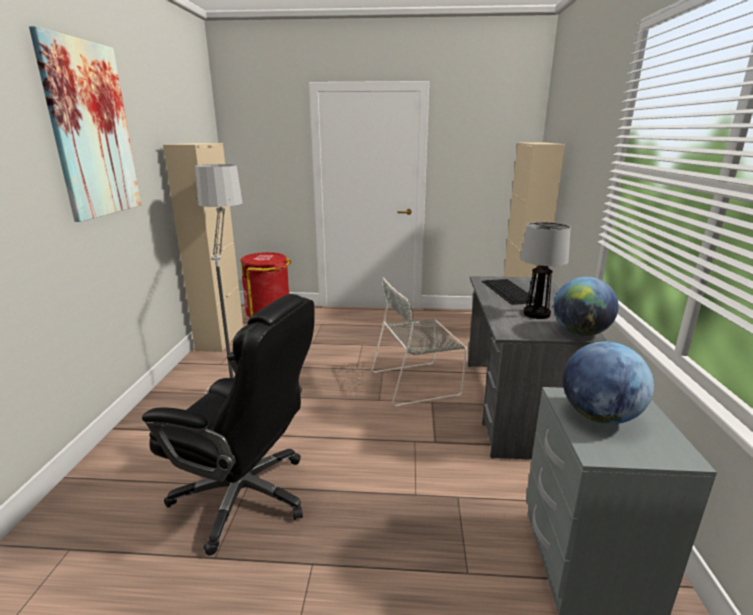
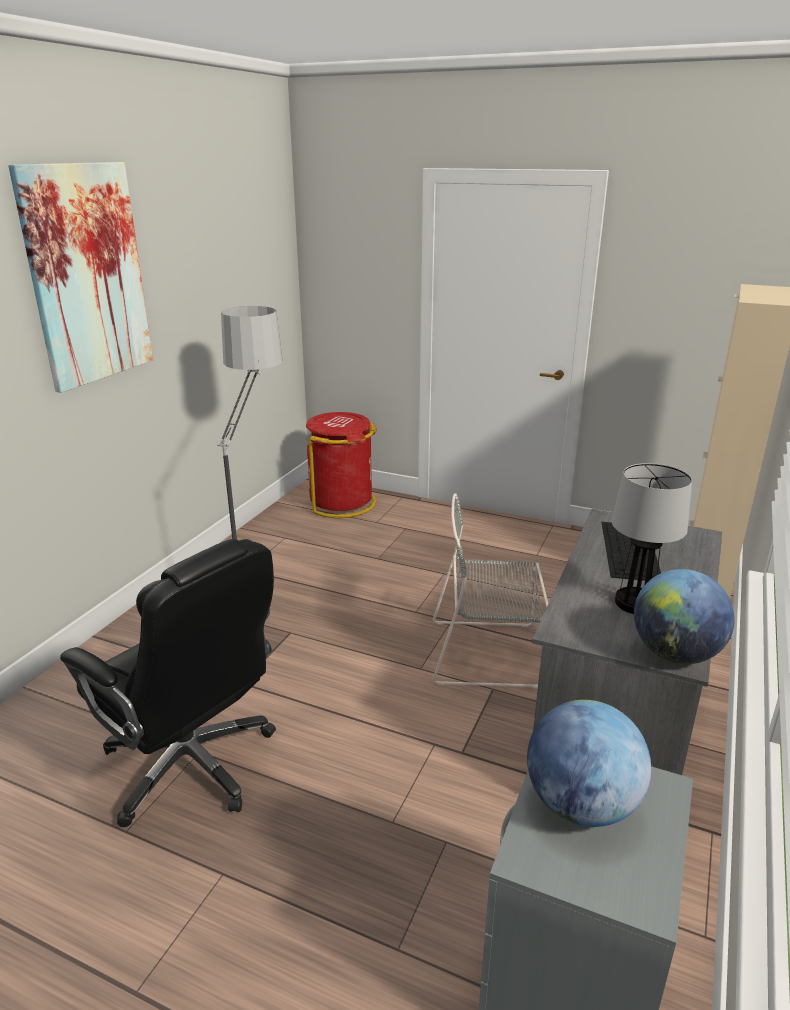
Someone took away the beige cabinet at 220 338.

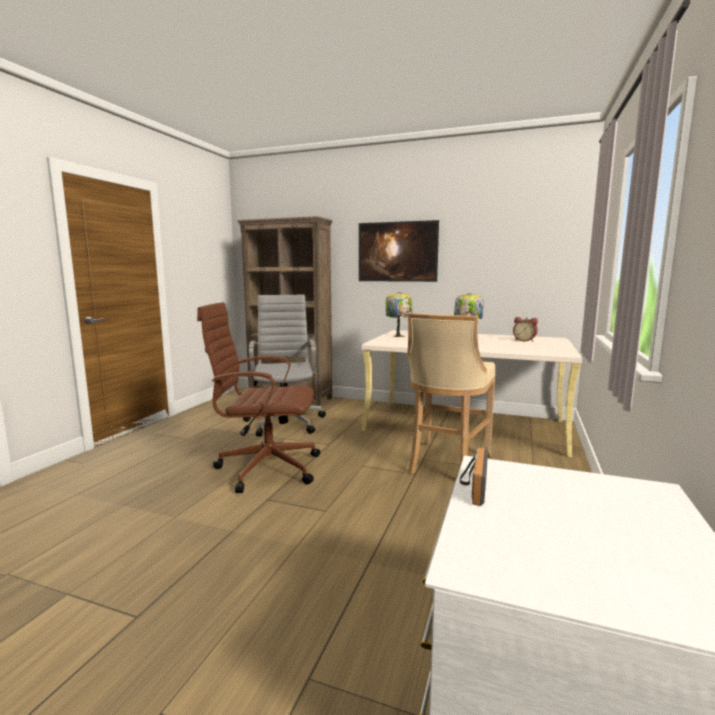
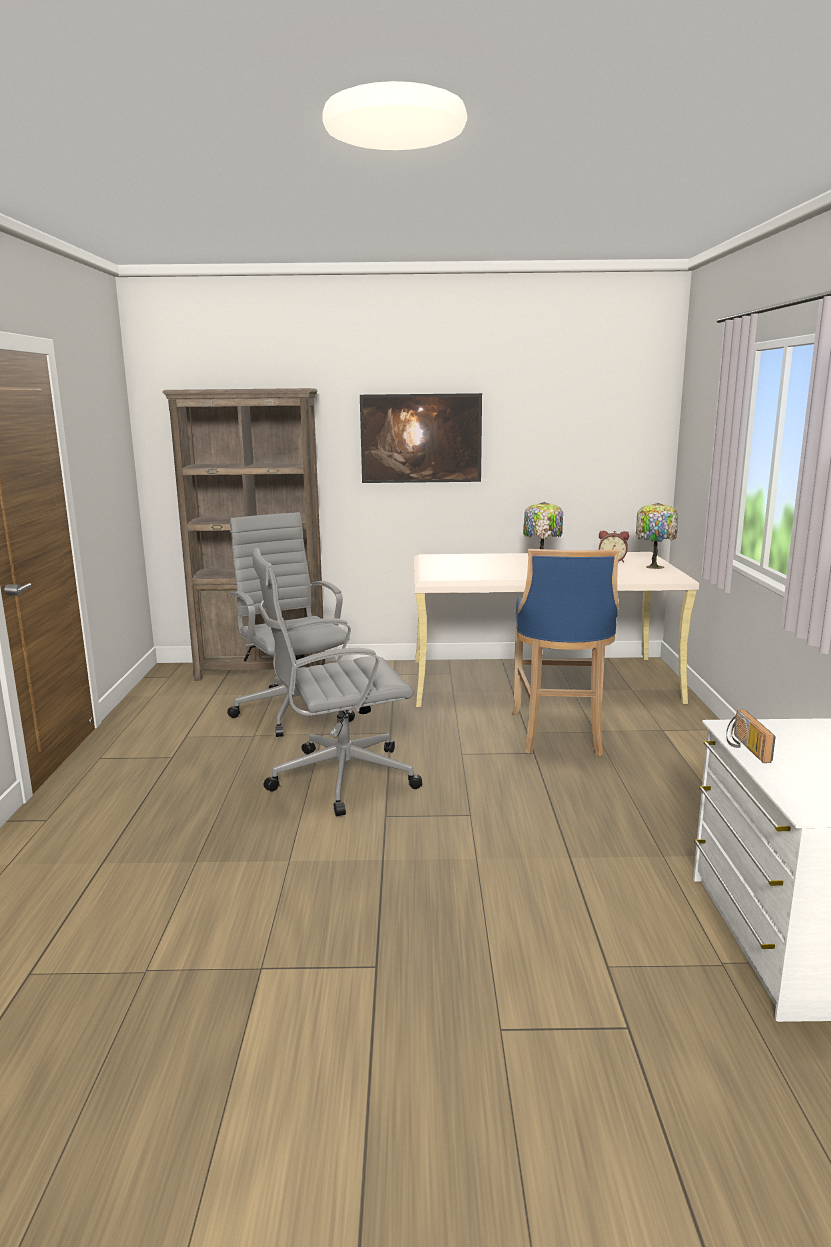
Someone repainted the brown office chair at 265 468, which became the grey office chair at 338 778.
Someone repainted the beige stool at 446 464, which became the blue stool at 560 735.
Someone carried the table lamp from 399 336 to 654 566.

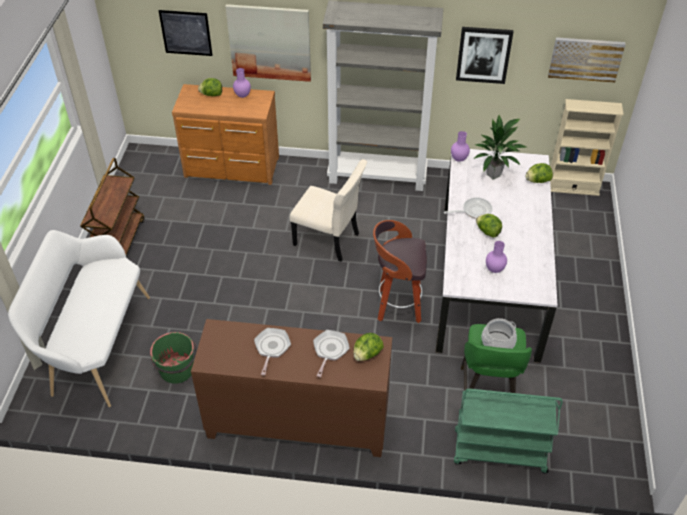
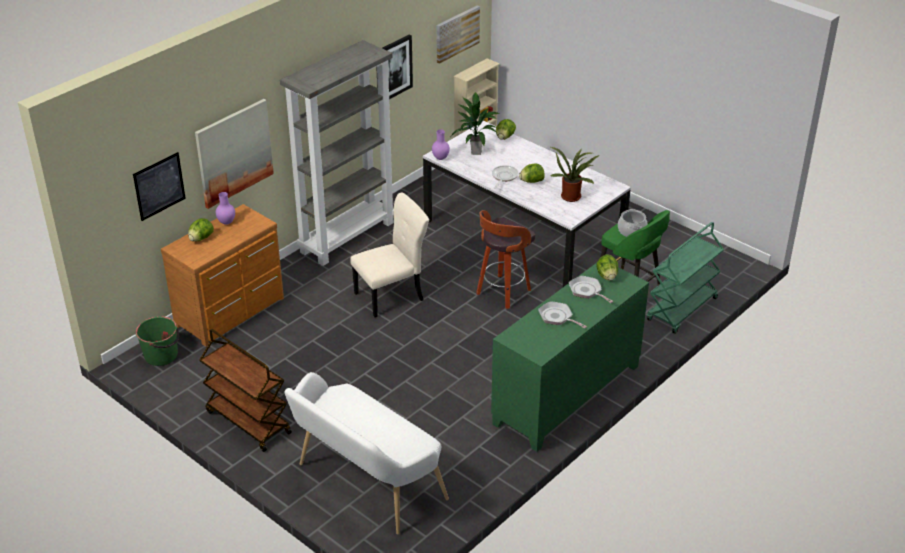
Someone carried the green bucket from 177 370 to 161 355.
Someone repainted the brown cabinet at 297 422, which became the green cabinet at 567 395.
Someone swapped the purple vase at 494 270 for the potted plant at 572 196.

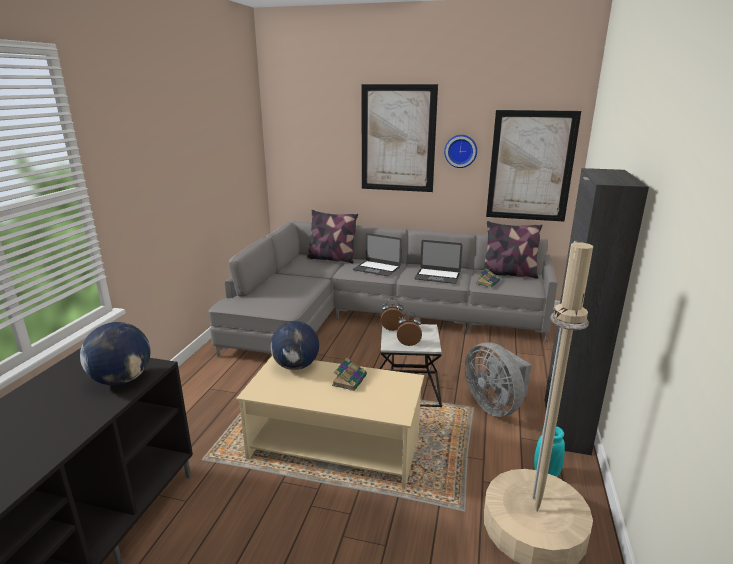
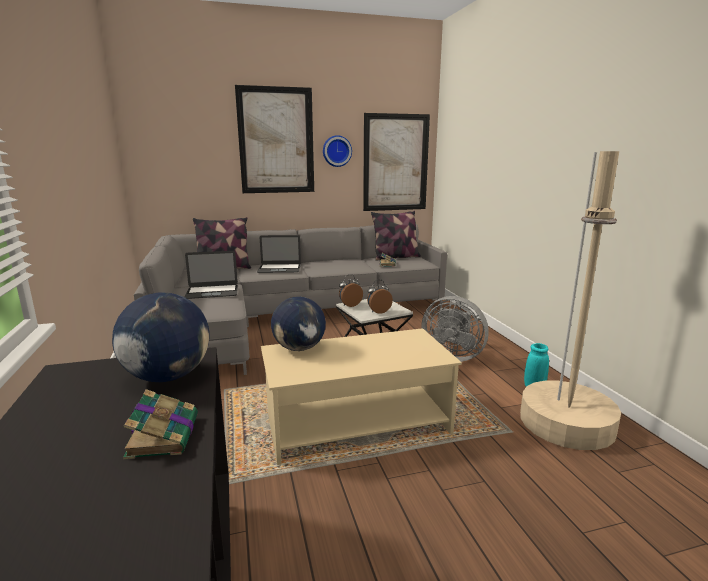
Someone carried the book from 350 380 to 164 435.
Someone carried the laptop from 437 276 to 212 292.
Someone took away the black cabinet at 566 425.

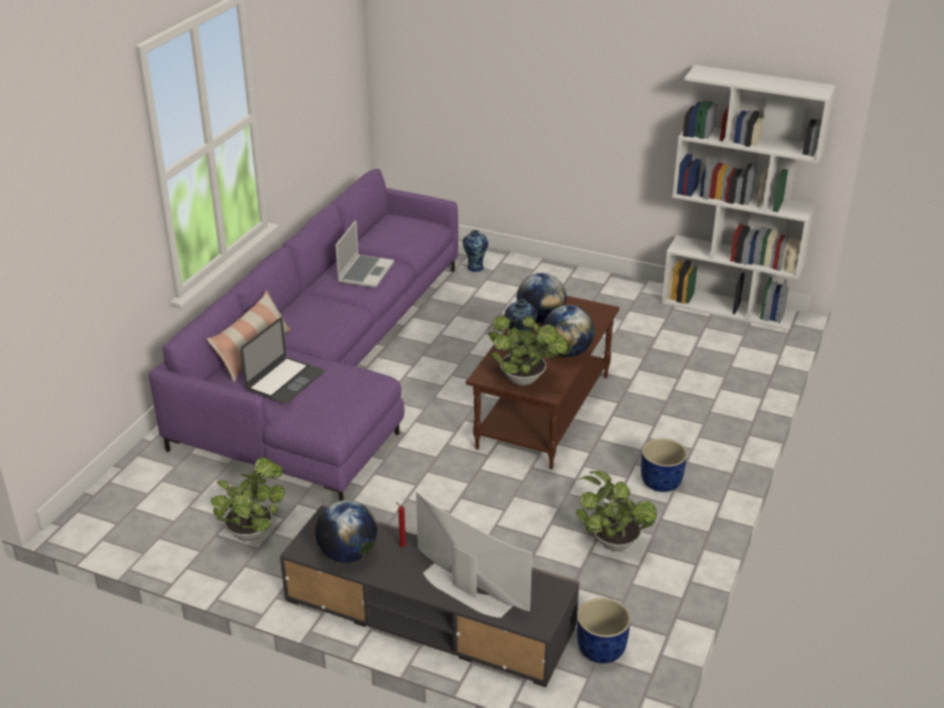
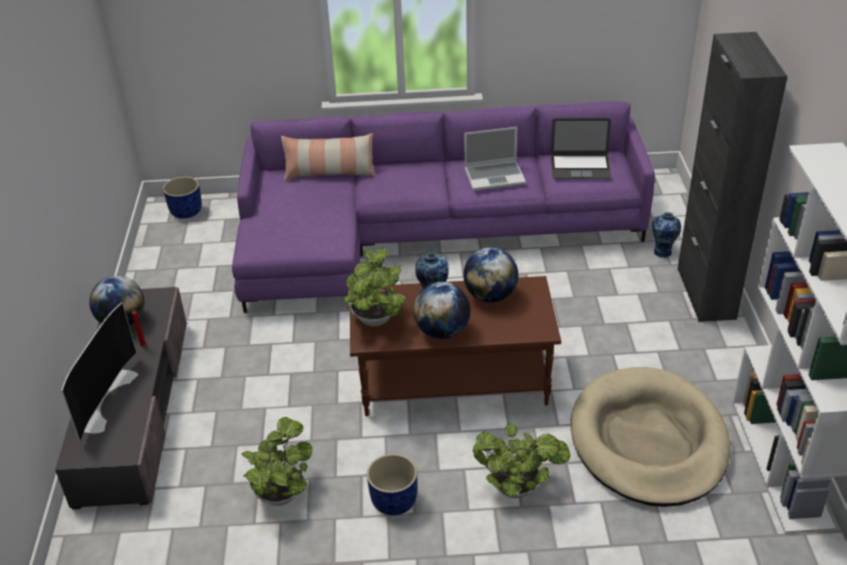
Someone carried the blue planter from 600 649 to 186 211.
Someone carried the potted plant from 252 530 to 519 488.
Someone carried the laptop from 285 380 to 580 167.
Someone put down the beige dog bed at 648 441.
Someone put down the black cabinet at 706 293.

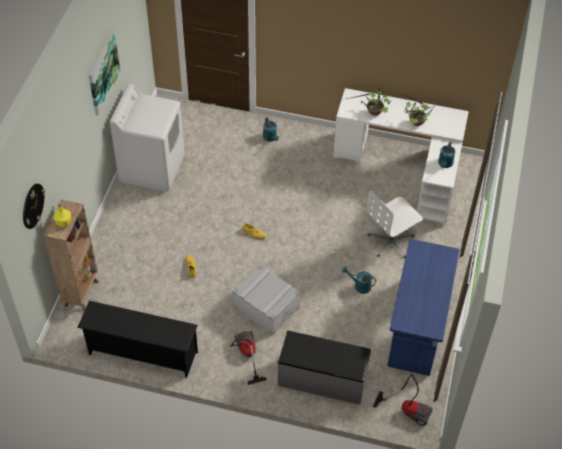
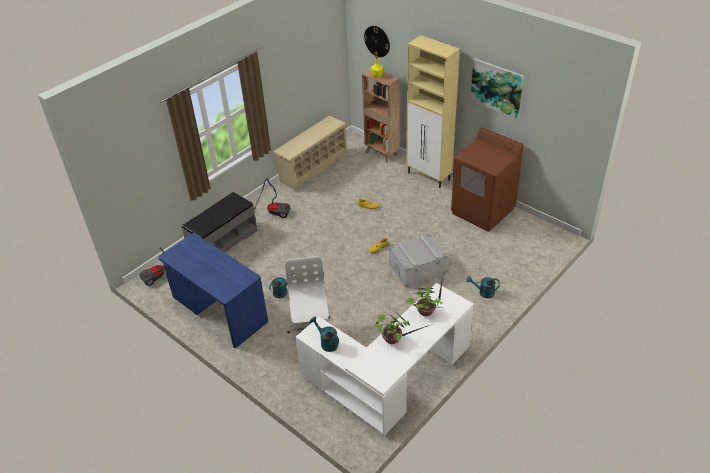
Someone repainted the black shoe rack at 141 354, which became the beige shoe rack at 313 168.
Someone carried the grey storage box from 266 307 to 417 268.
Someone put down the beige cabinet at 429 176.
Someone repainted the white washing machine at 152 168, which became the brown washing machine at 483 211.

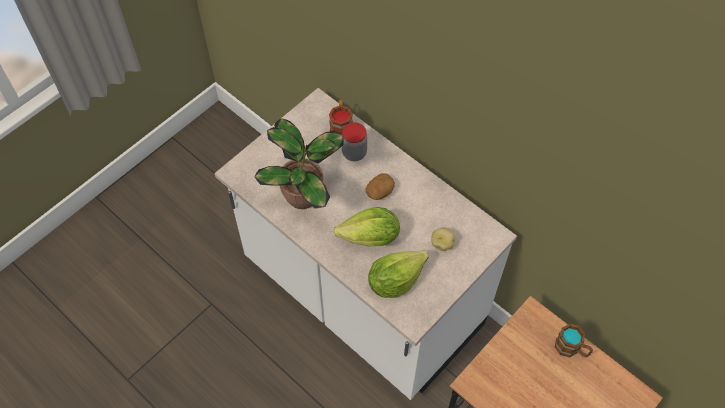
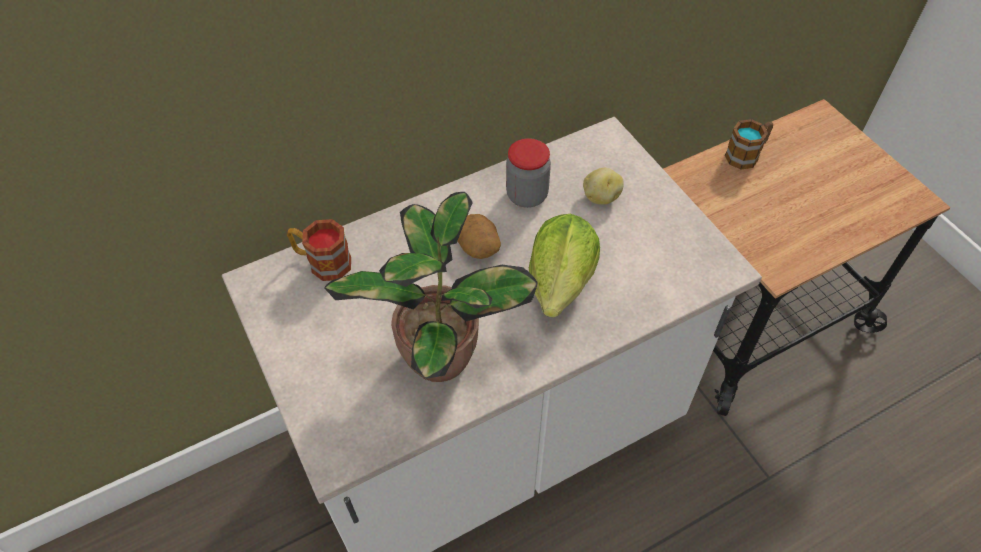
Someone carried the jar from 354 153 to 527 195.
Someone took away the lettuce at 394 281.

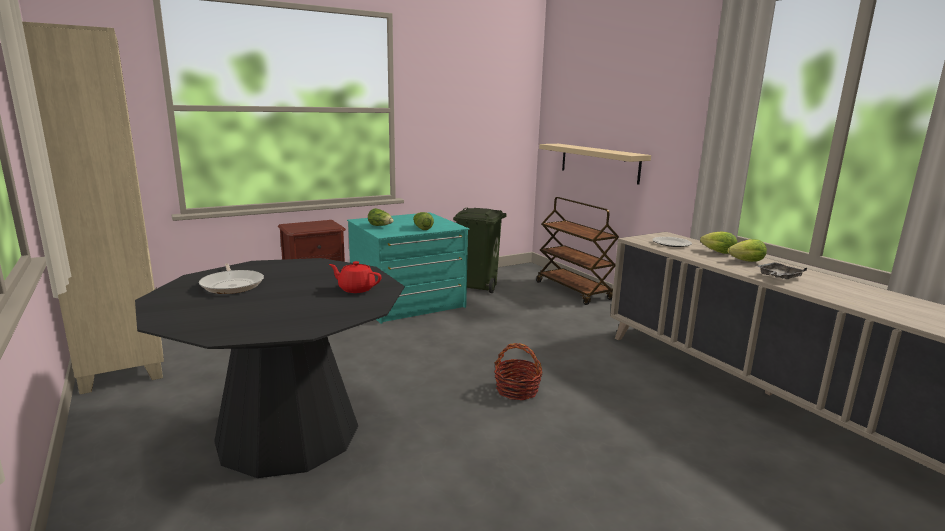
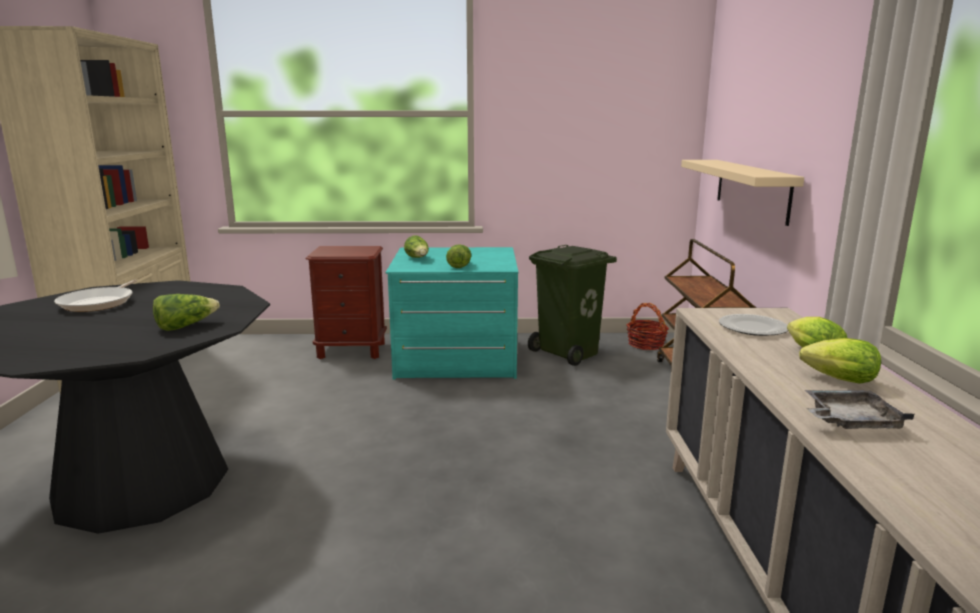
Someone swapped the red teapot at 356 289 for the lettuce at 185 326.
Someone carried the basket from 517 390 to 646 344.

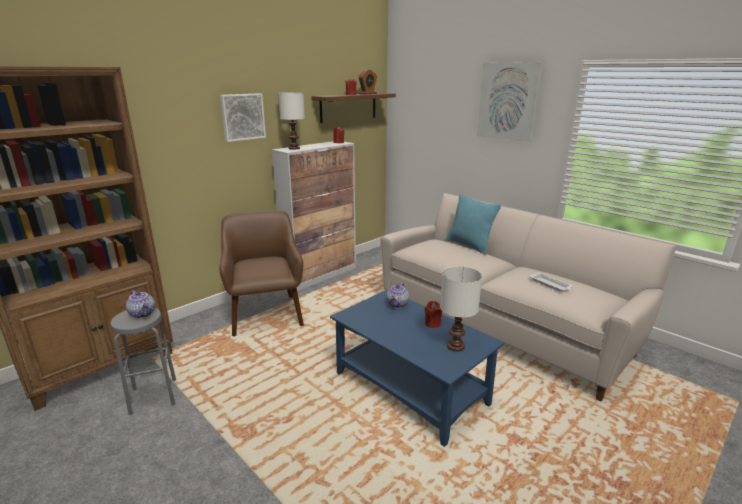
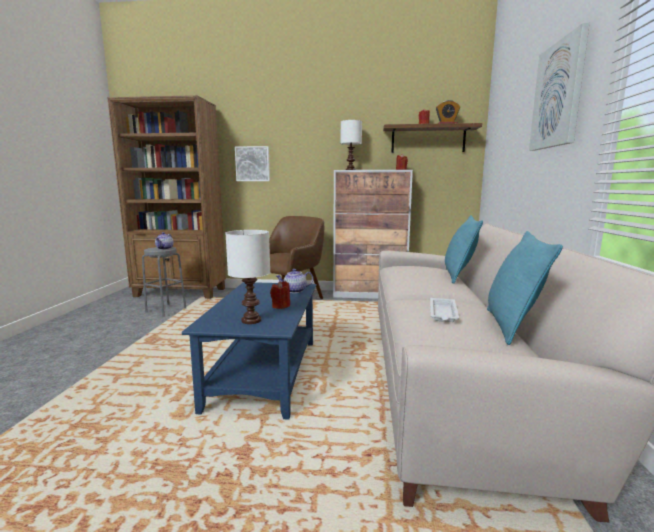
Someone carried the picture from 242 117 to 253 164.
Someone put down the turquoise pillow at 511 326.

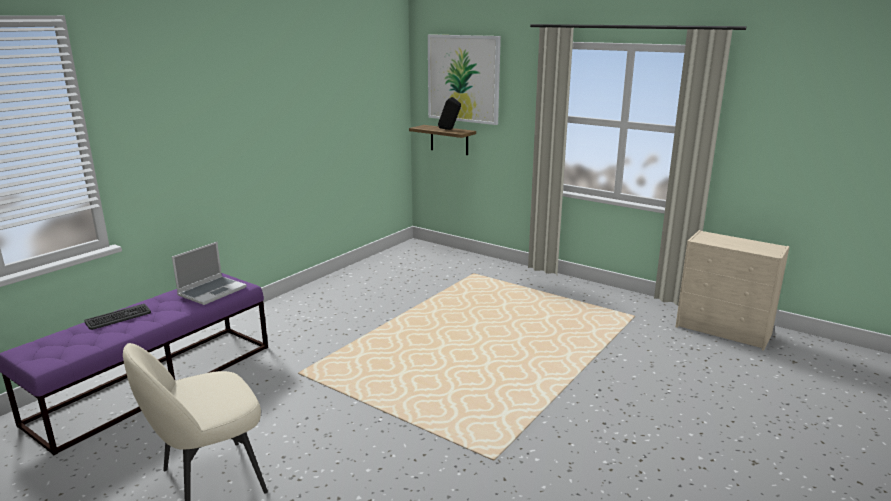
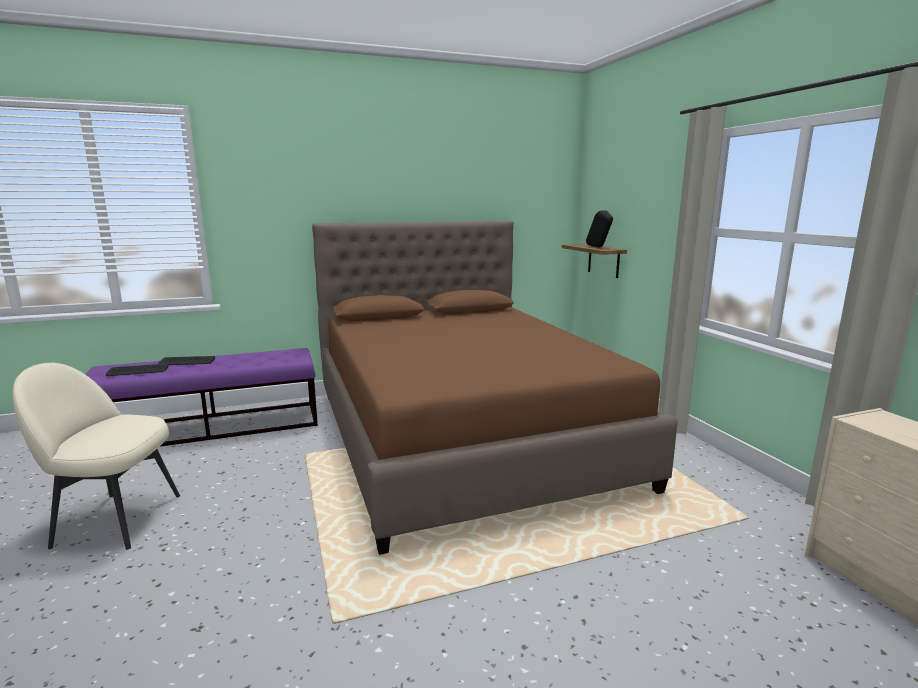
Someone put down the keyboard at 137 371.
Someone put down the brown bed at 463 436.
Someone took away the laptop at 212 291.
Someone took away the picture at 463 78.

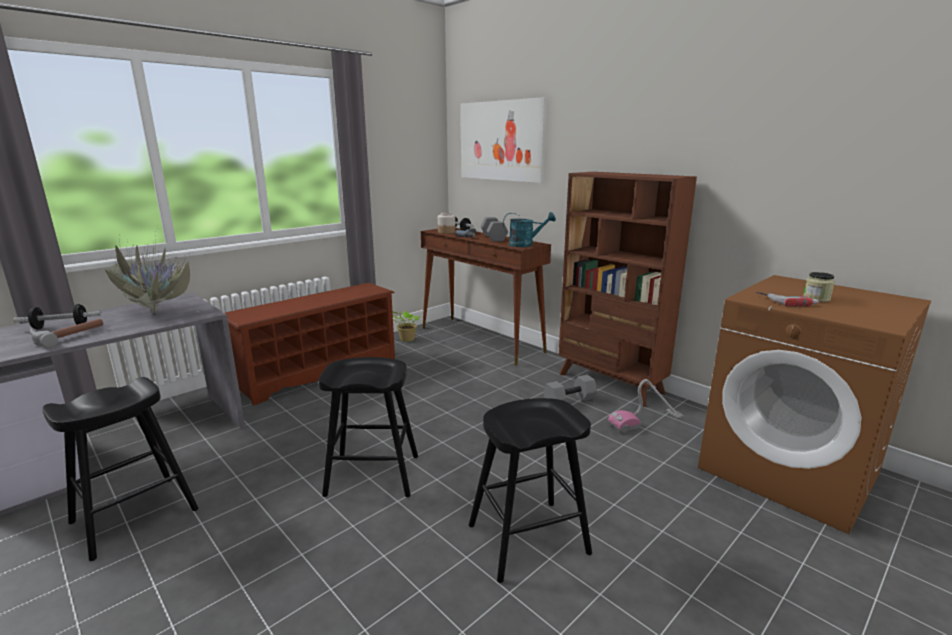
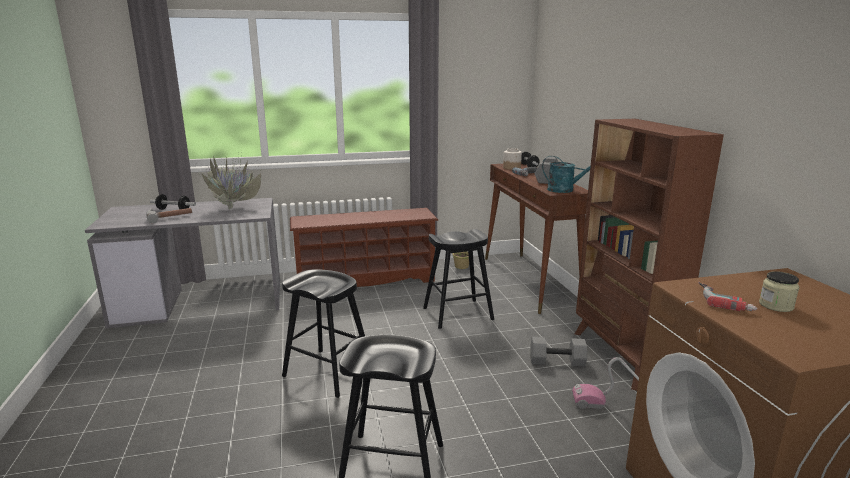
Someone carried the black stool from 135 516 to 458 314.
Someone took away the picture at 501 141.

